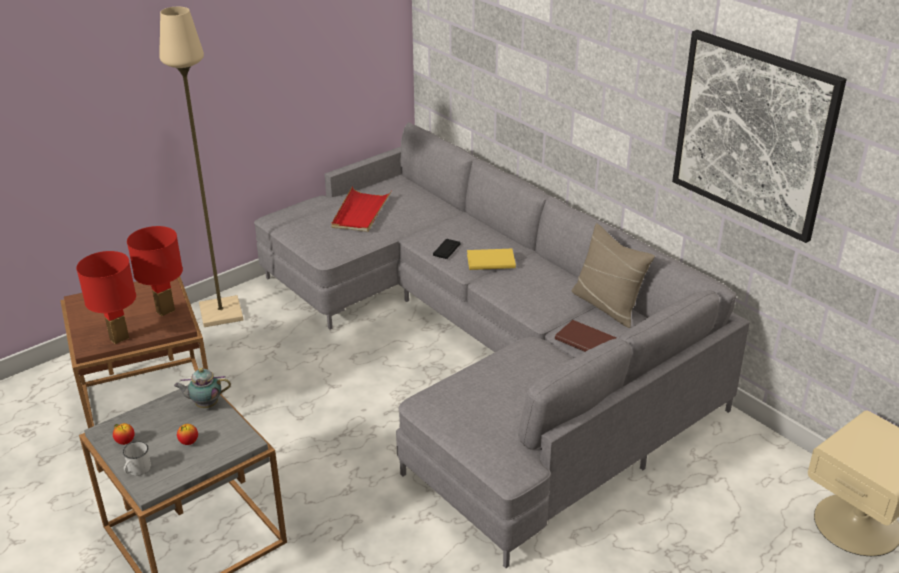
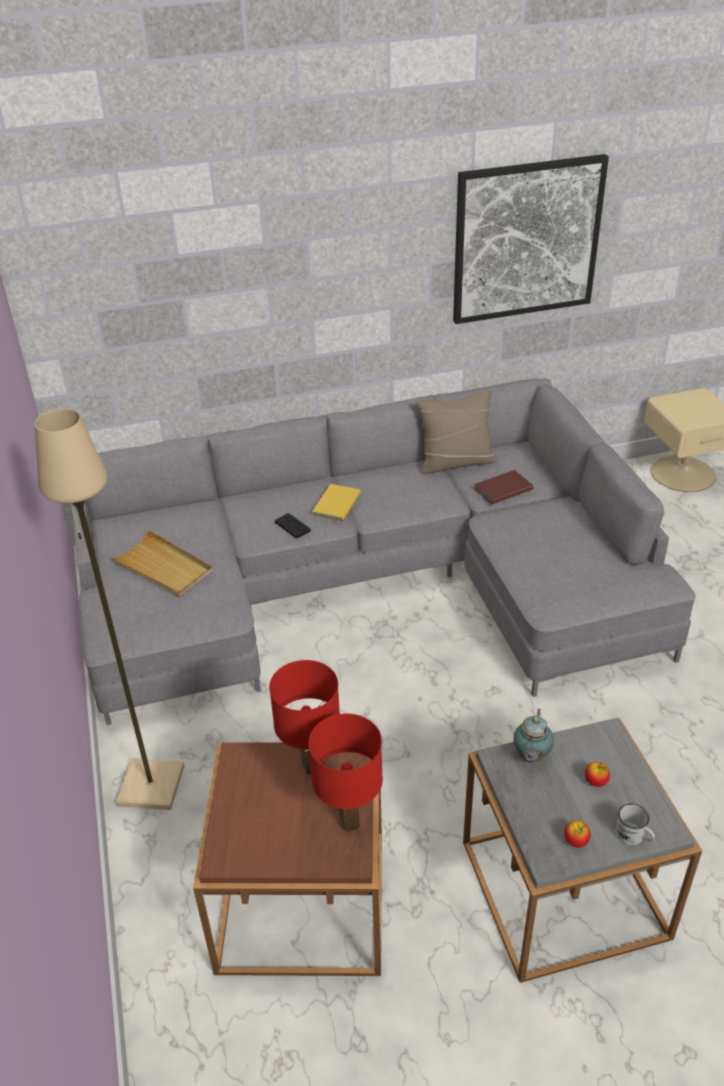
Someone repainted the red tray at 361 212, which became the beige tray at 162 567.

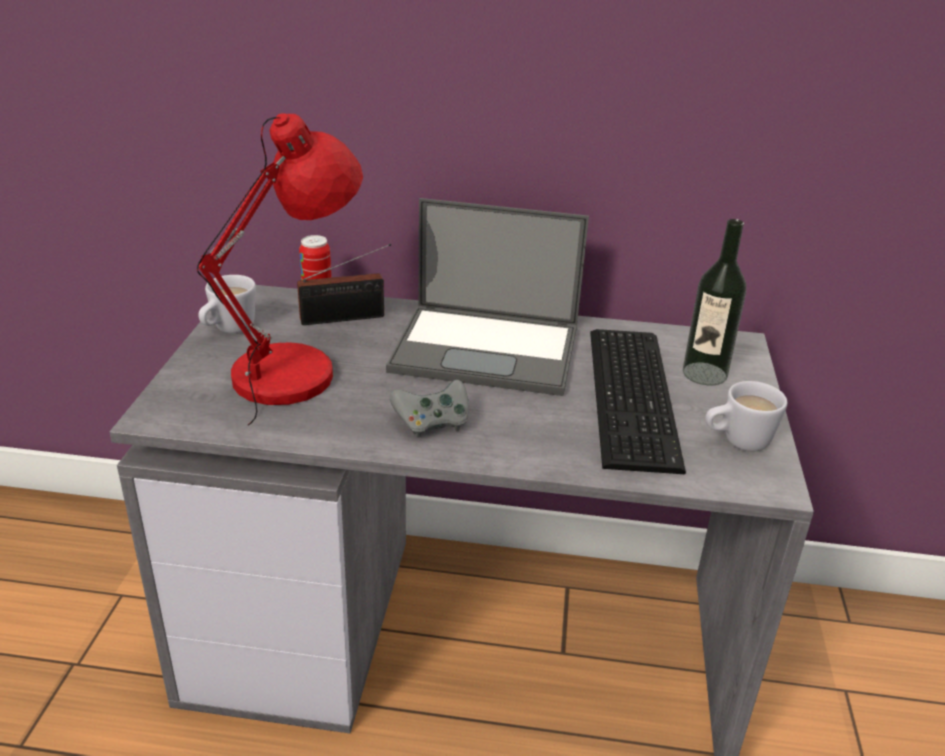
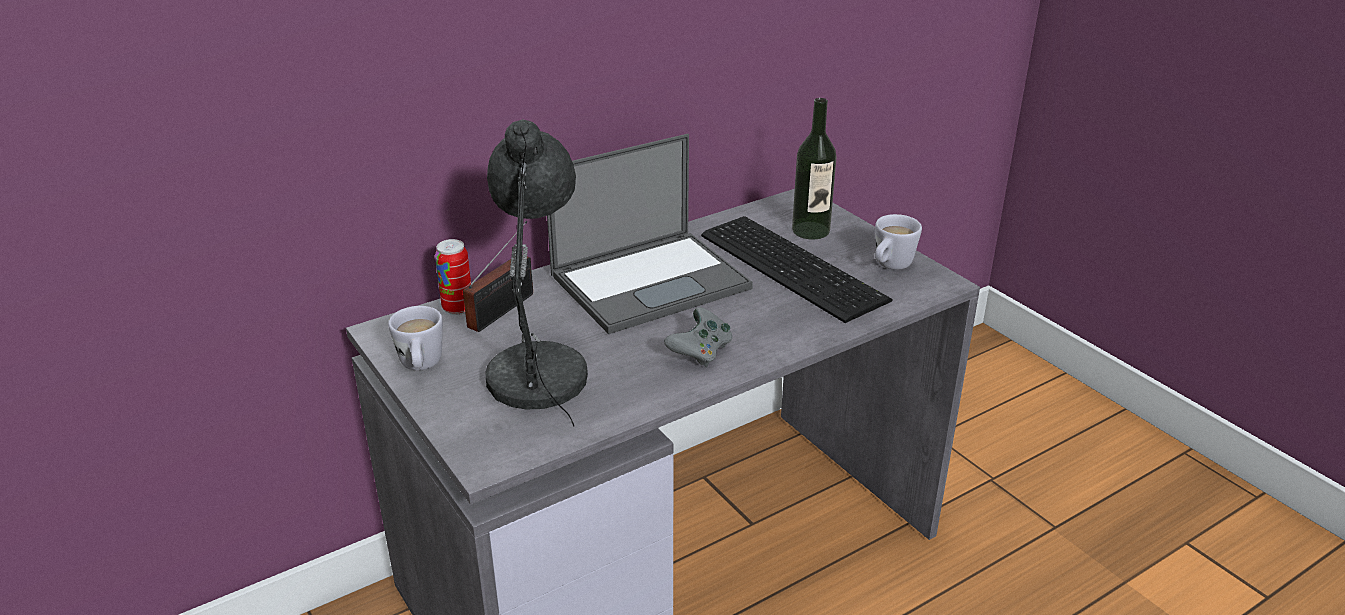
Someone repainted the red table lamp at 295 373, which became the grey table lamp at 540 370.

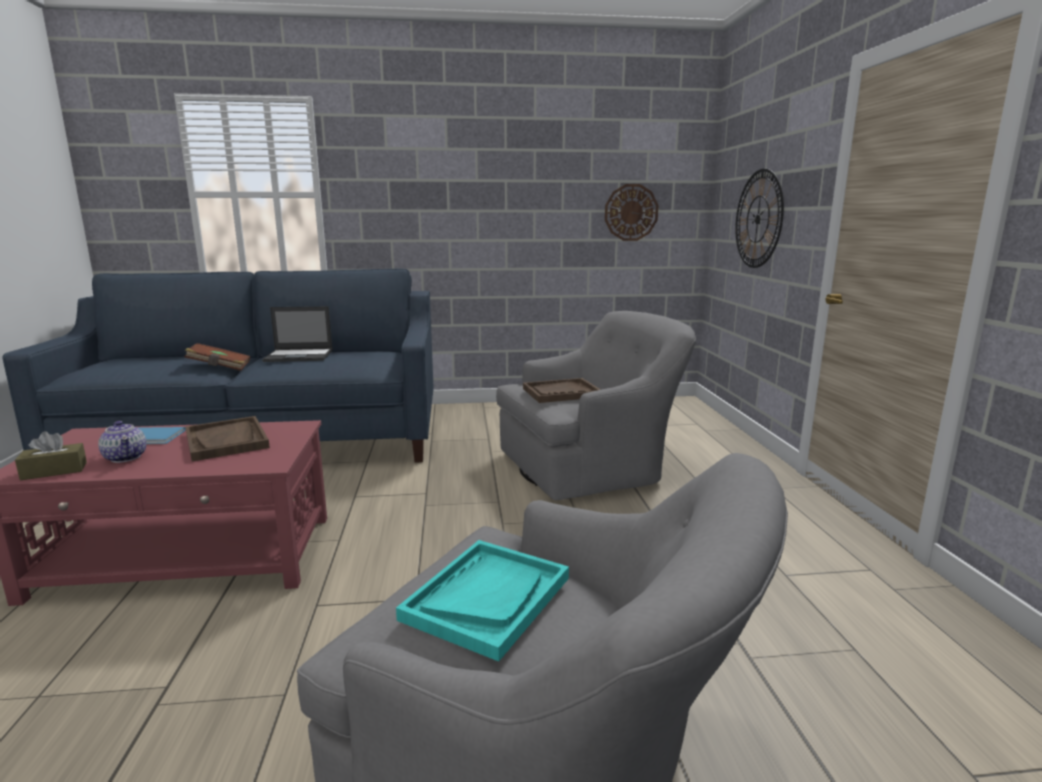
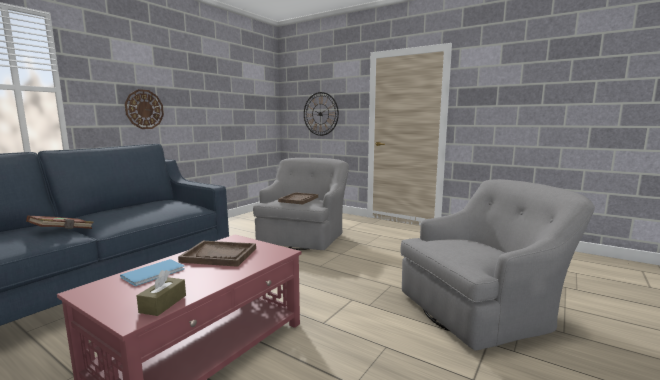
Someone carried the wall clock from 631 212 to 144 109.
Someone took away the teapot at 126 457.
Someone took away the laptop at 300 356.
Someone took away the turquoise tray at 487 598.

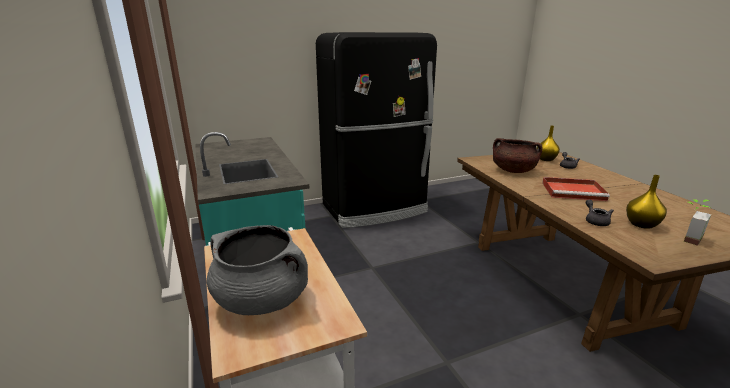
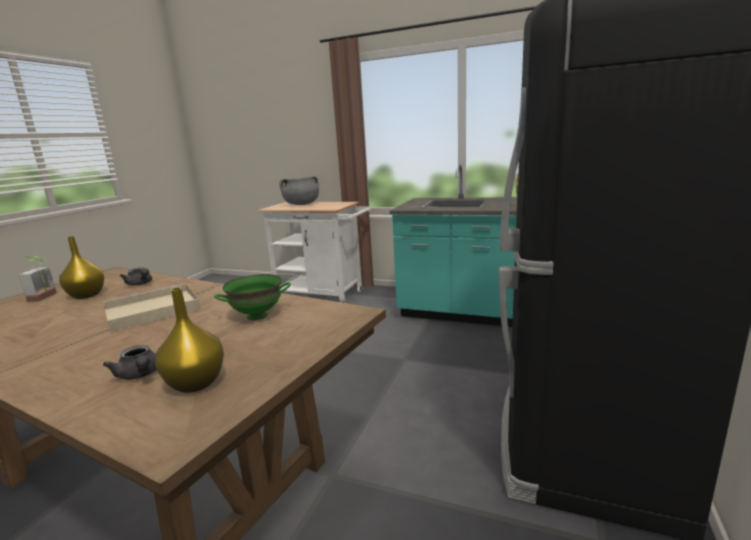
Someone repainted the red tray at 574 191, which became the beige tray at 150 311.
Someone swapped the brown cooking pot at 513 171 for the green bowl at 257 315.

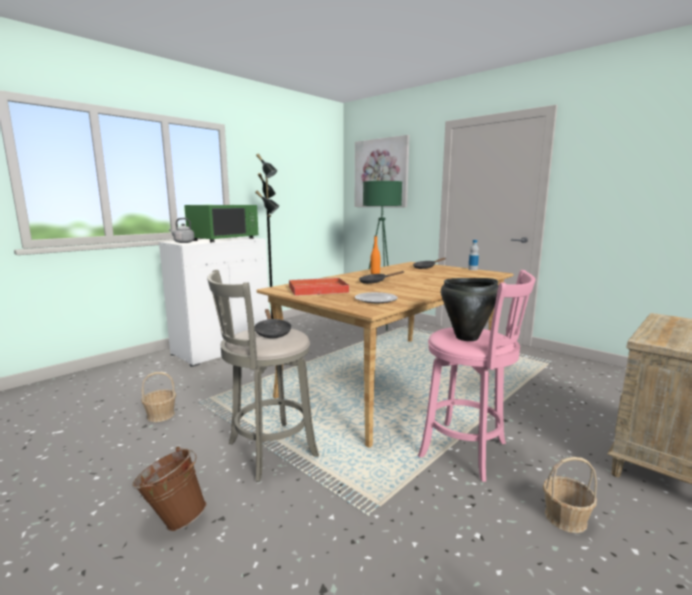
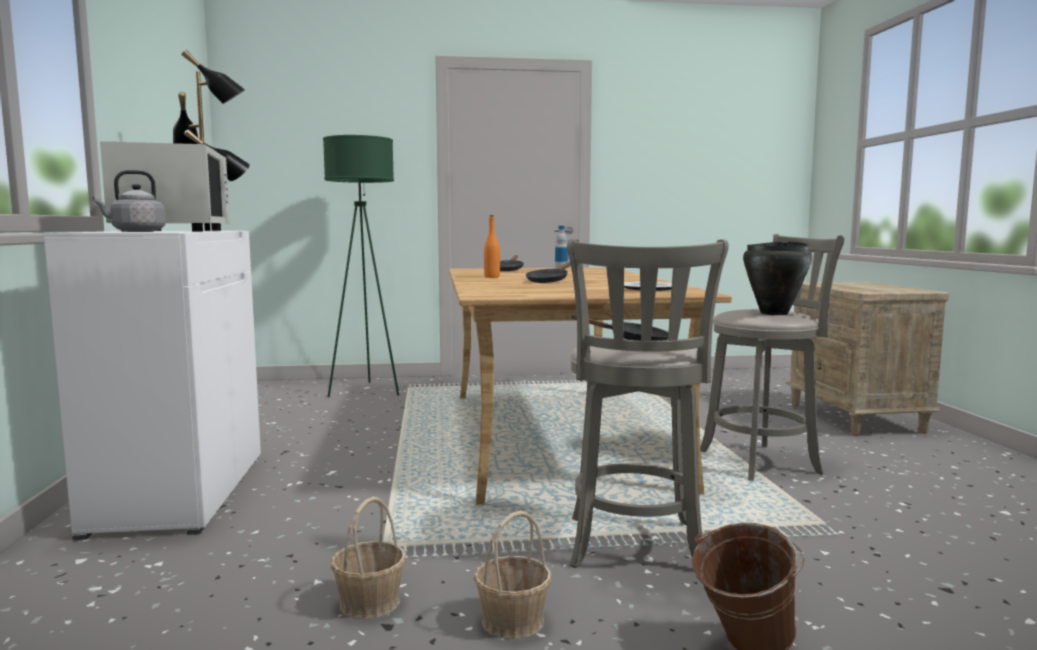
Someone repainted the green microwave at 224 239, which became the white microwave at 174 231.
Someone carried the basket from 565 518 to 512 621.
Someone repainted the pink stool at 468 452, which became the grey stool at 764 462.
Someone took away the red tray at 317 289.
Someone took away the picture at 381 173.

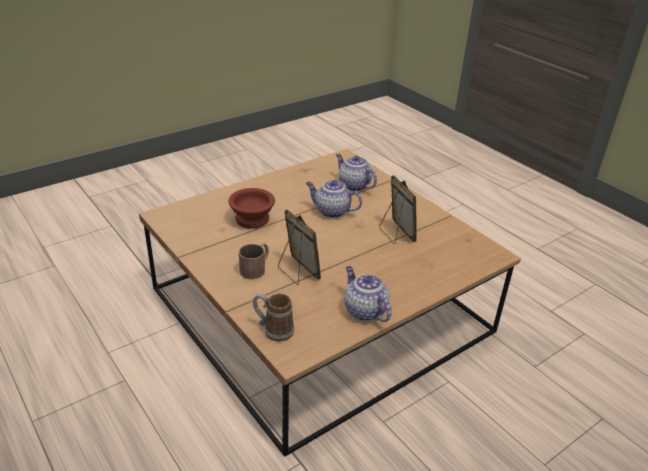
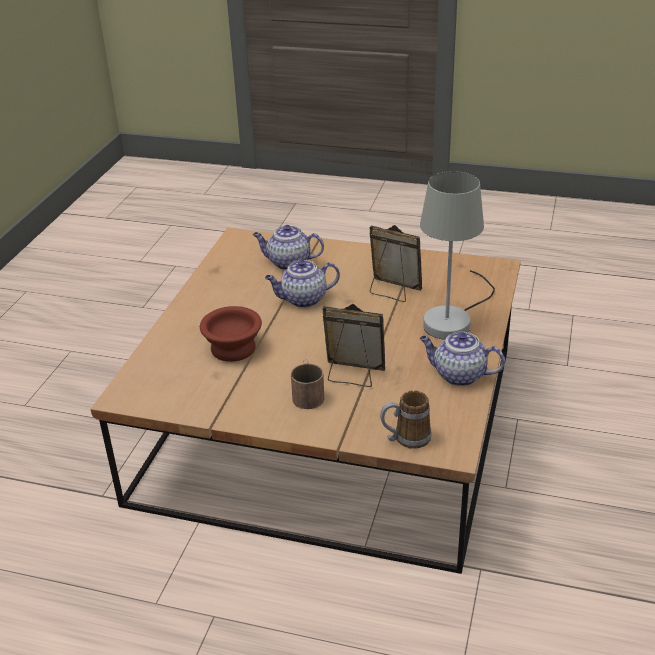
Someone put down the grey table lamp at 454 319.

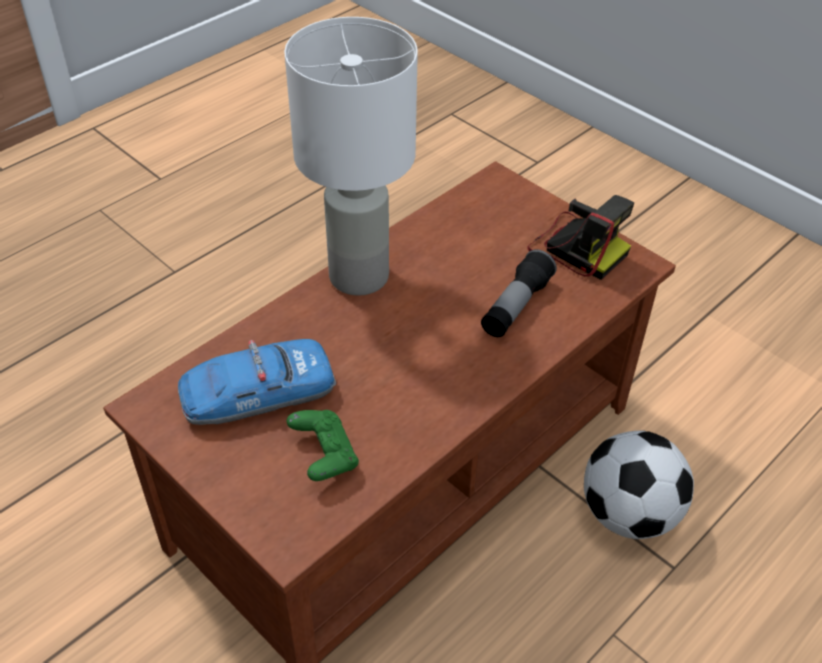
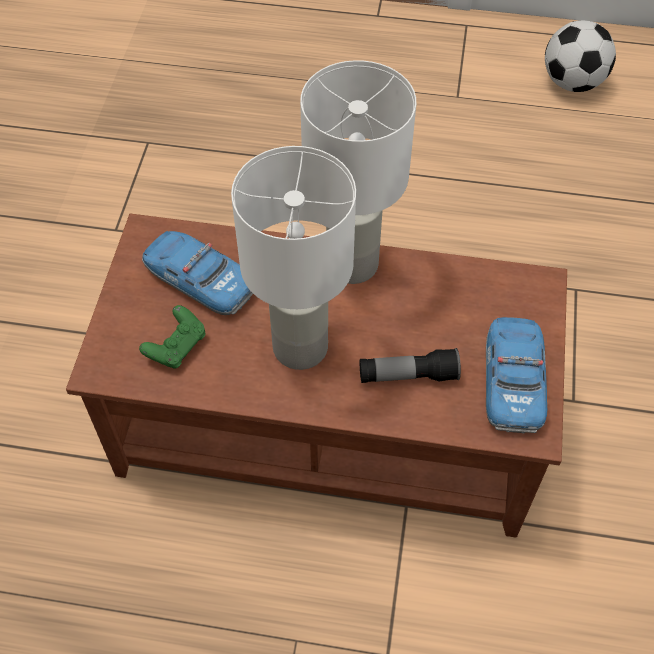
Someone put down the white table lamp at 301 348.
Someone swapped the photo camera at 576 248 for the toy car at 513 380.
Someone carried the football from 628 514 to 572 82.

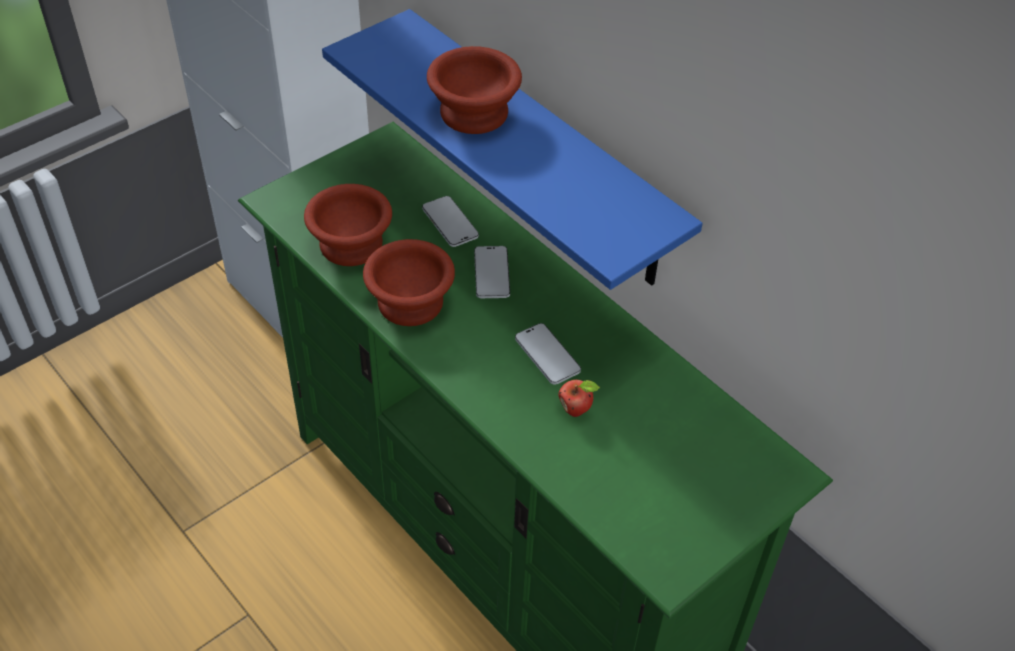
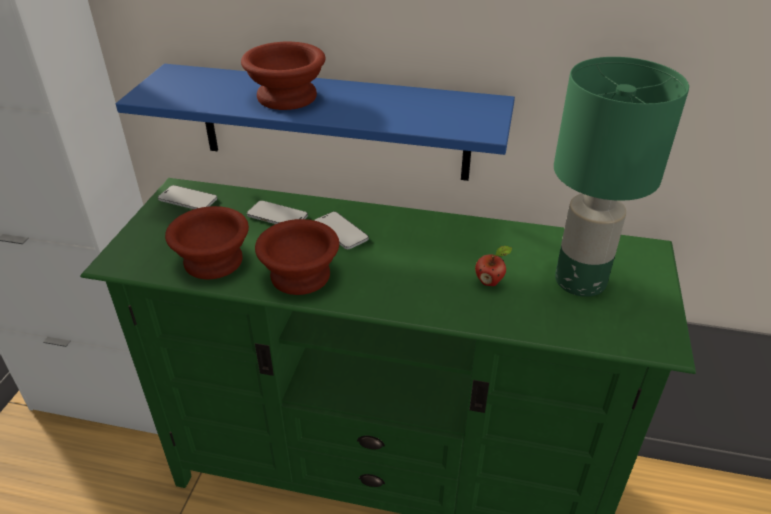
Someone carried the phone from 547 355 to 188 200.
Someone put down the green table lamp at 581 281.

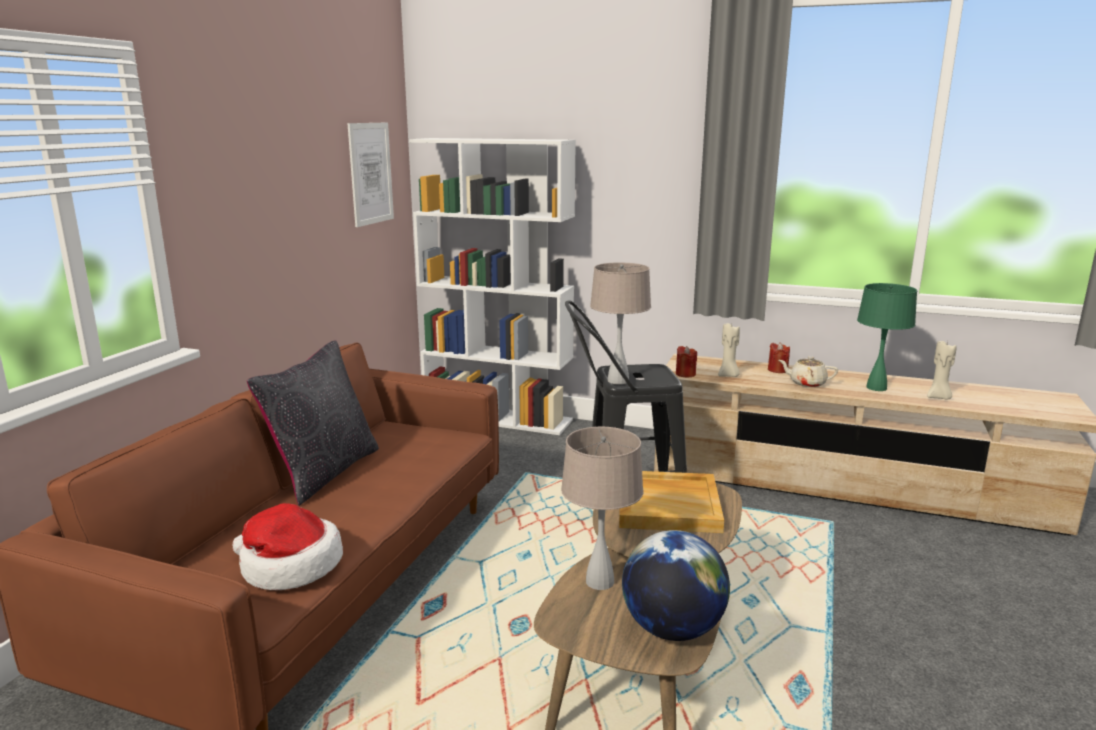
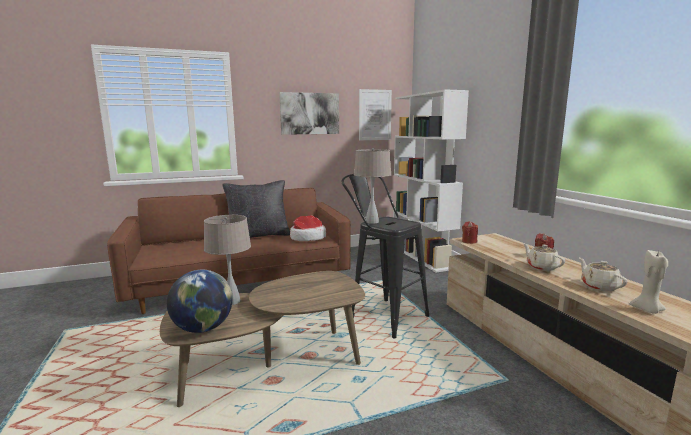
Someone put up the picture at 309 113.
Someone carried the hat from 289 566 to 307 238.
Someone swapped the green table lamp at 877 388 for the beige teapot at 599 286.
Someone took away the beige tray at 669 505.
Someone took away the beige candle at 728 375.

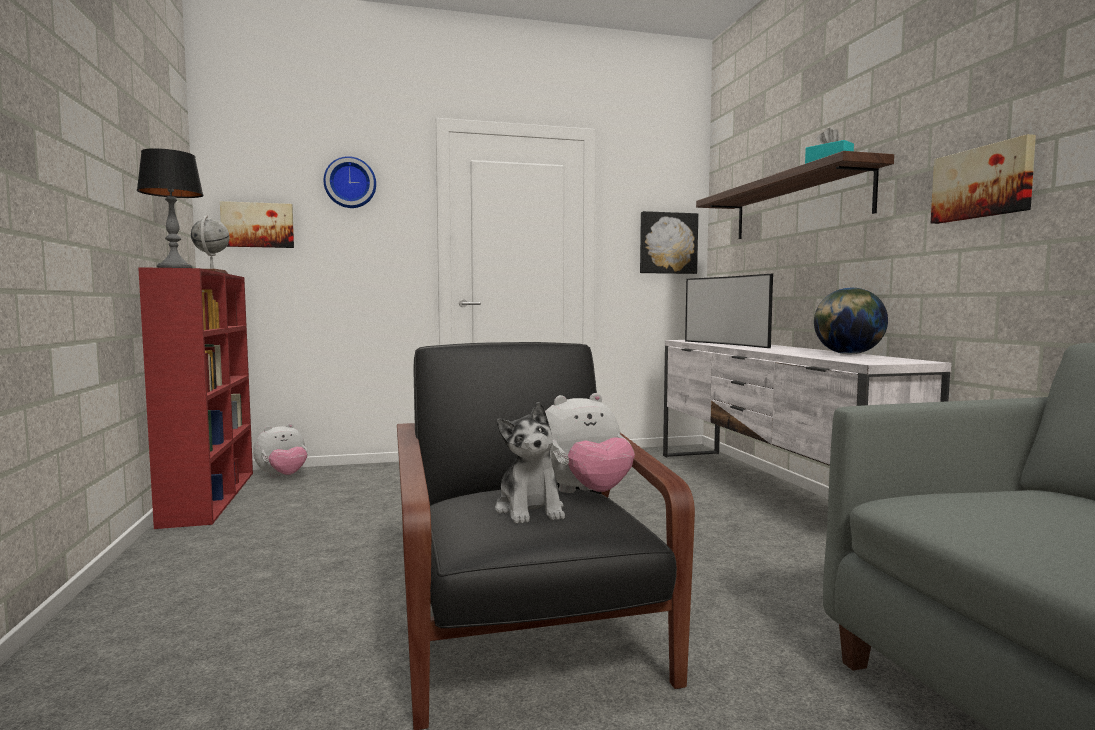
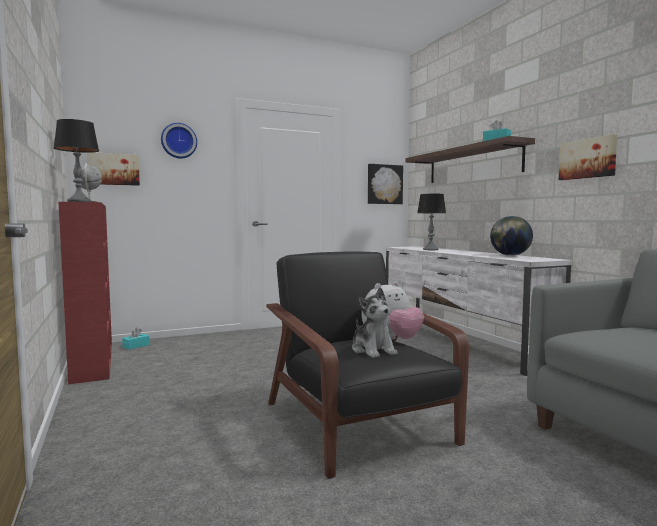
Someone swapped the plush toy at 283 477 for the turquoise tissue box at 136 346.
Someone swapped the television at 728 344 for the table lamp at 430 249.

